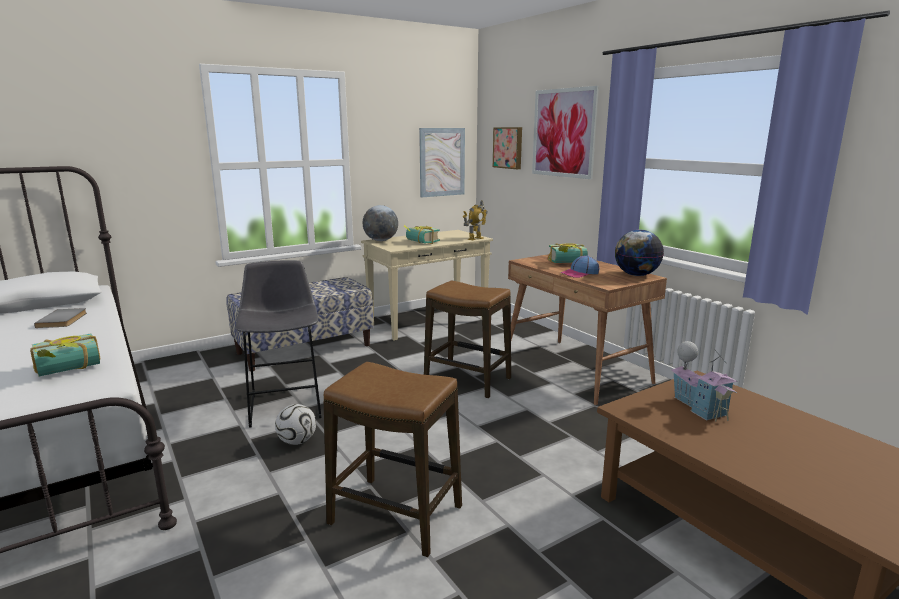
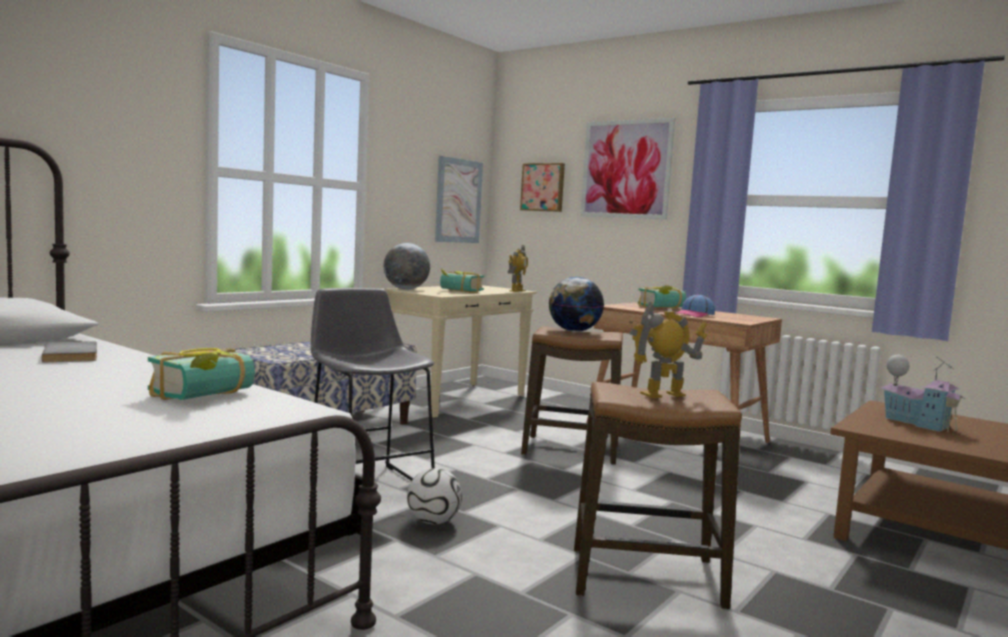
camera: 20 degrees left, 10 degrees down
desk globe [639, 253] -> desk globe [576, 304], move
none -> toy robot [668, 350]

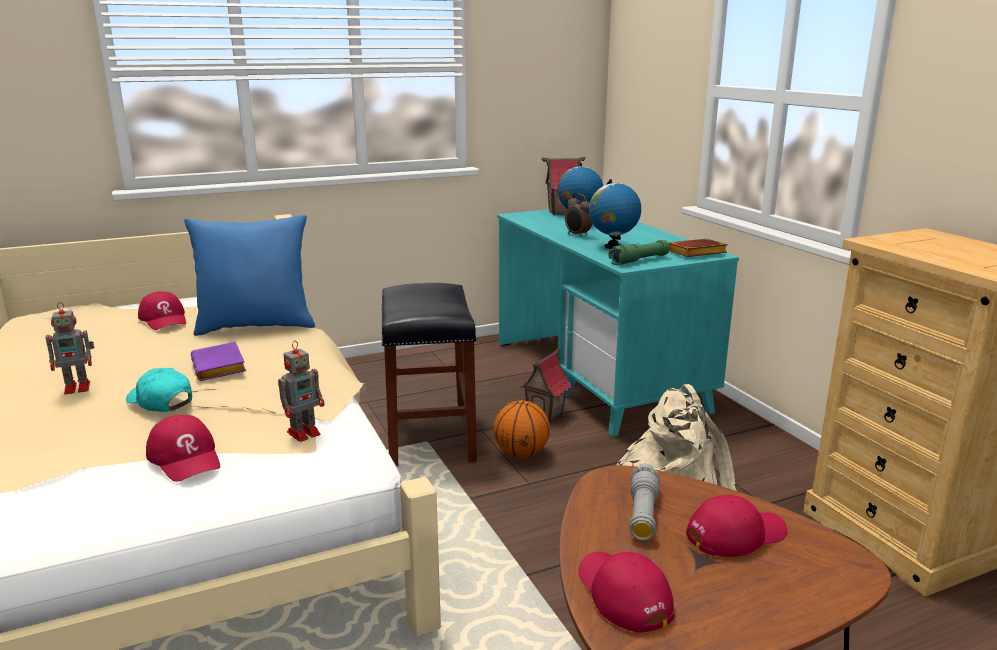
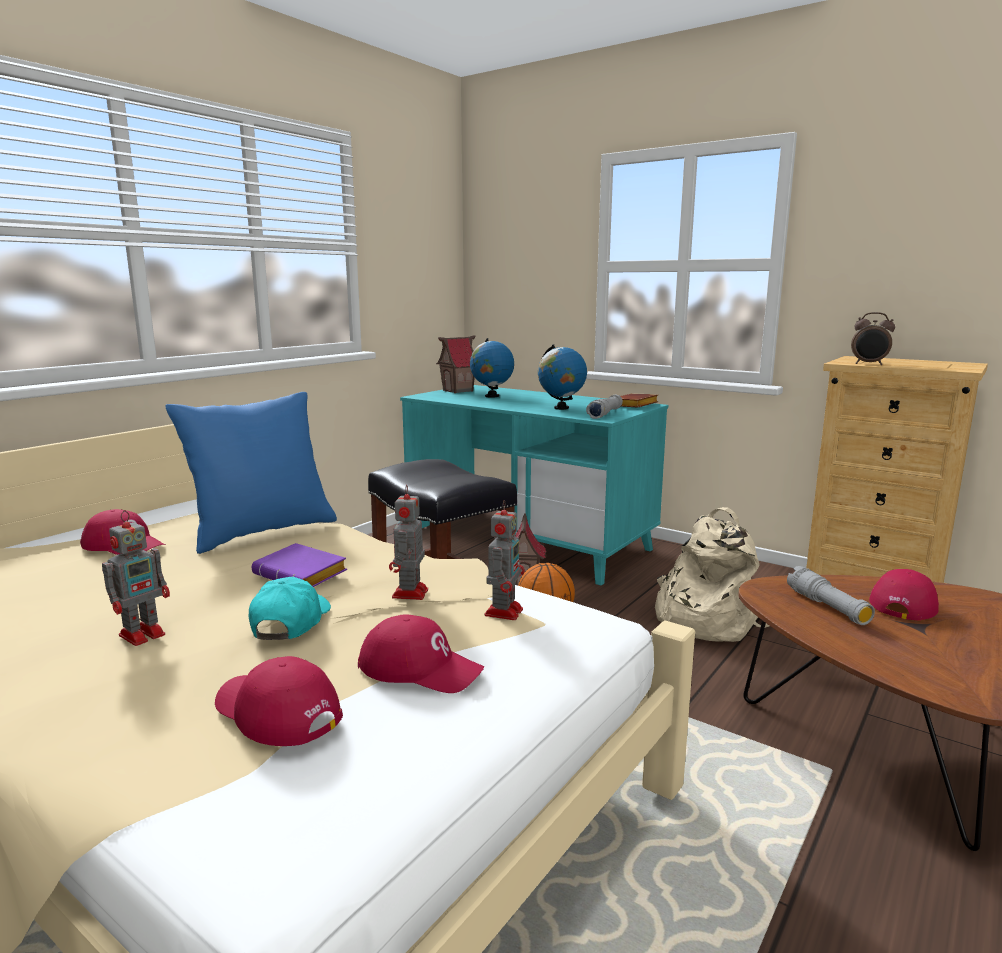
camera: 30 degrees left, 5 degrees down
red peaked cap [626, 592] -> red peaked cap [279, 701], move
blue-green peaked cap [159, 390] -> blue-green peaked cap [290, 608], 90 degrees clockwise
none -> toy robot [408, 542]
greenish torch [639, 252] -> gray torch [604, 407]
alarm clock [578, 215] -> alarm clock [873, 338], move

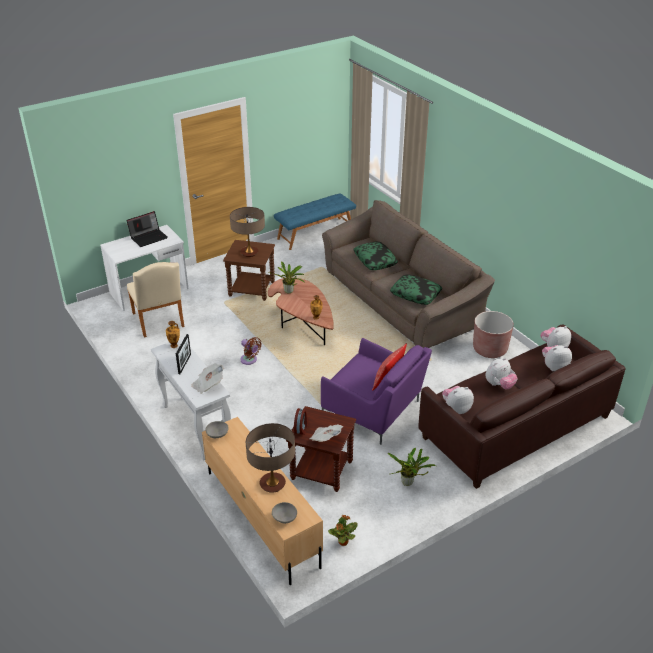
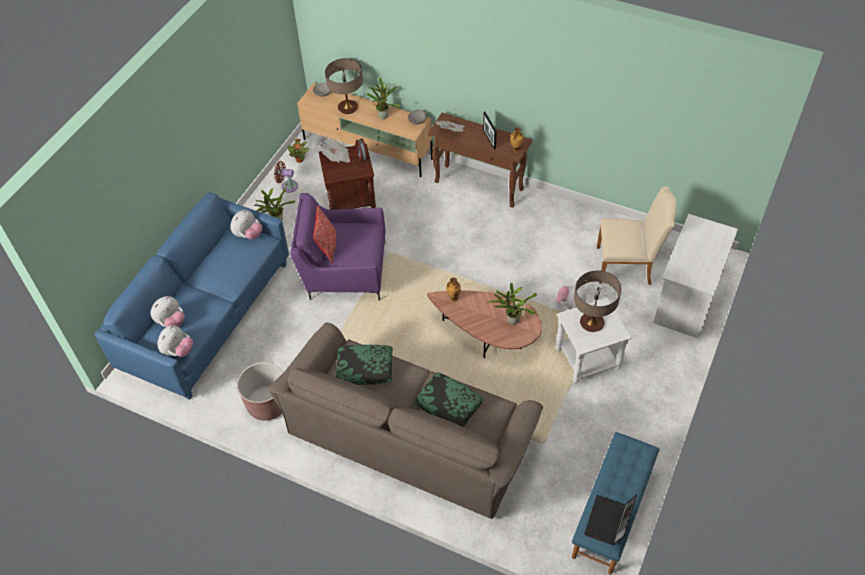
camera: 150 degrees right, 15 degrees up
brown sofa [522, 407] -> bluish sofa [192, 296]
brown fan [251, 351] -> brown fan [286, 177], move
none -> houseplant [383, 98]
white hall table [191, 398] -> brown hall table [480, 160]
brown end table [249, 270] -> white end table [593, 341]
soft toy [501, 373] -> soft toy [571, 297], move
portable computer [147, 229] -> portable computer [610, 520], move
sand-coloured plain chair [156, 300] -> sand-coloured plain chair [636, 235], 150 degrees clockwise

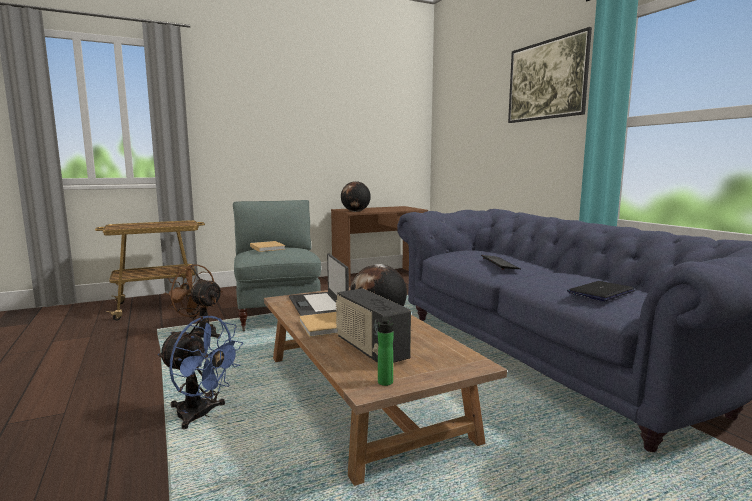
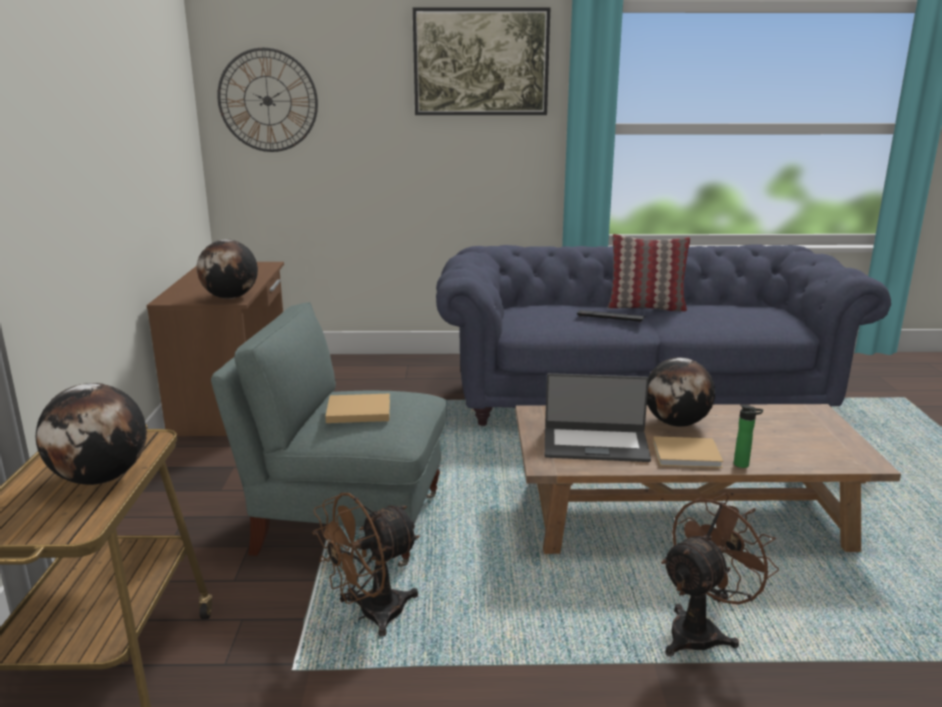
camera: 65 degrees left, 10 degrees up
none -> desk globe [91, 434]
none -> clock on the wall [267, 100]
none -> throw pillow [648, 272]
bluish fan [200, 372] -> brown fan [720, 574]
drink bottle [386, 351] -> drink bottle [748, 436], move
radio [373, 325] -> none
portable computer [601, 291] -> none

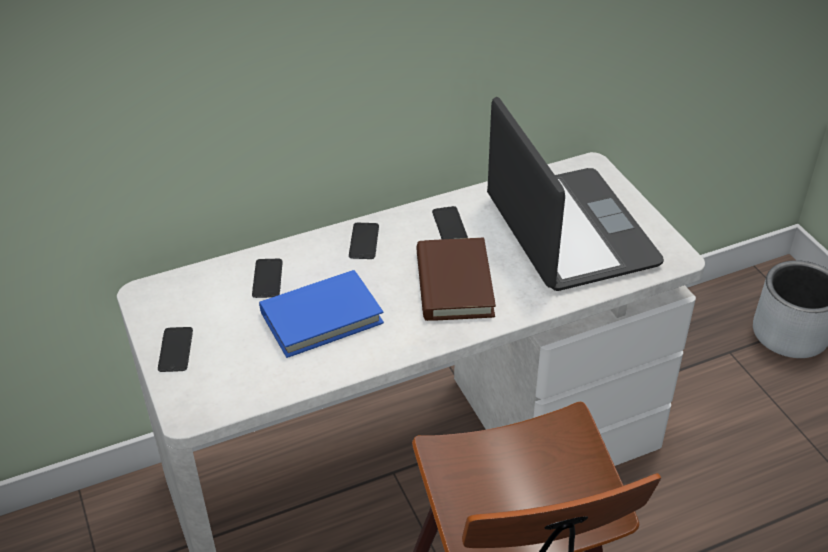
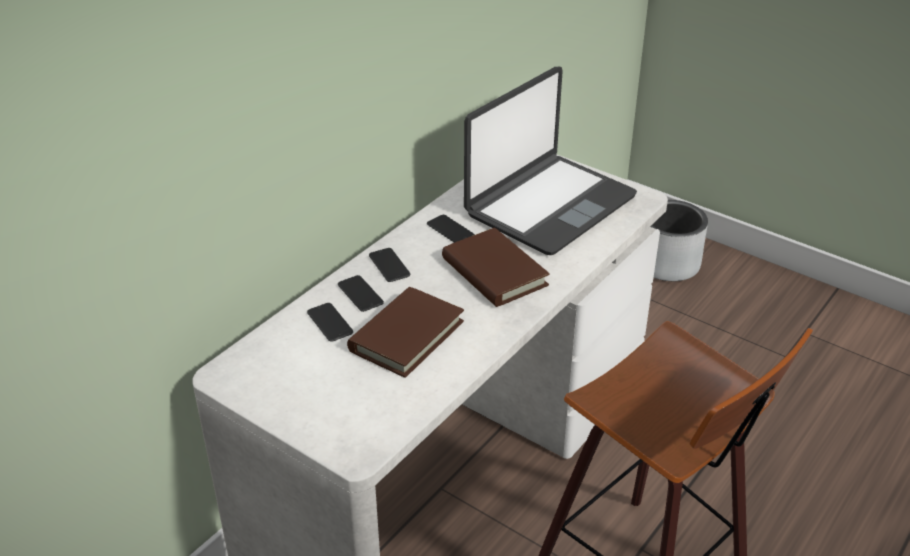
camera: 30 degrees left, 5 degrees down
handset [175, 349] -> handset [361, 293], move
bluish book [321, 314] -> brown book [405, 332]
portable computer [575, 194] -> portable computer [550, 161], 90 degrees clockwise

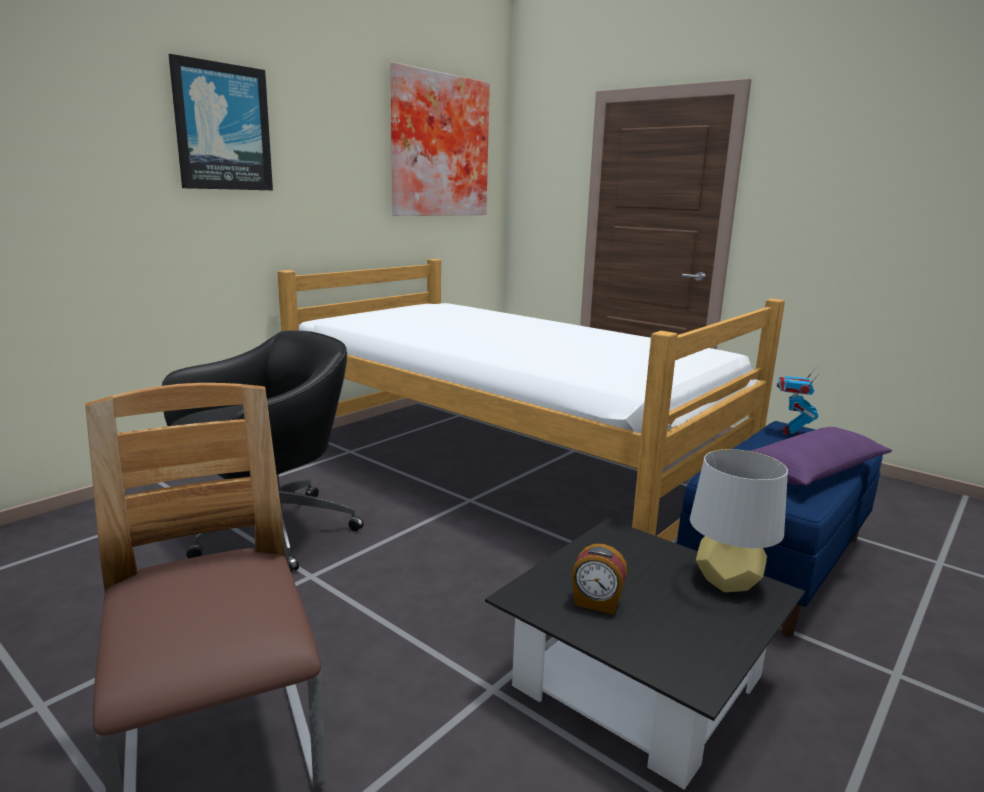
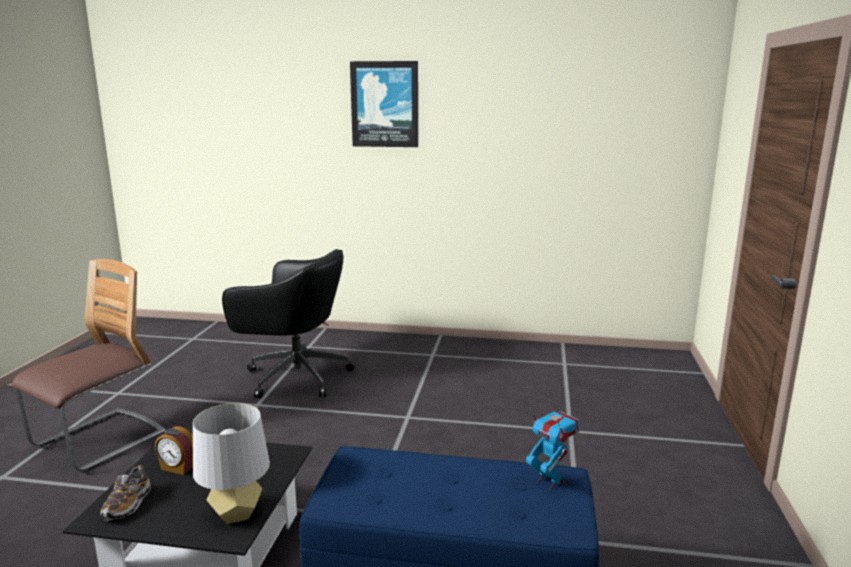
camera: 60 degrees right, 0 degrees up
none -> shoe [125, 493]
alarm clock [599, 579] -> alarm clock [174, 450], 60 degrees counterclockwise
toy robot [798, 401] -> toy robot [553, 448], 60 degrees clockwise
bedroom bed [531, 400] -> none
wall art [440, 139] -> none
purple-coloured throw pillow [821, 456] -> none

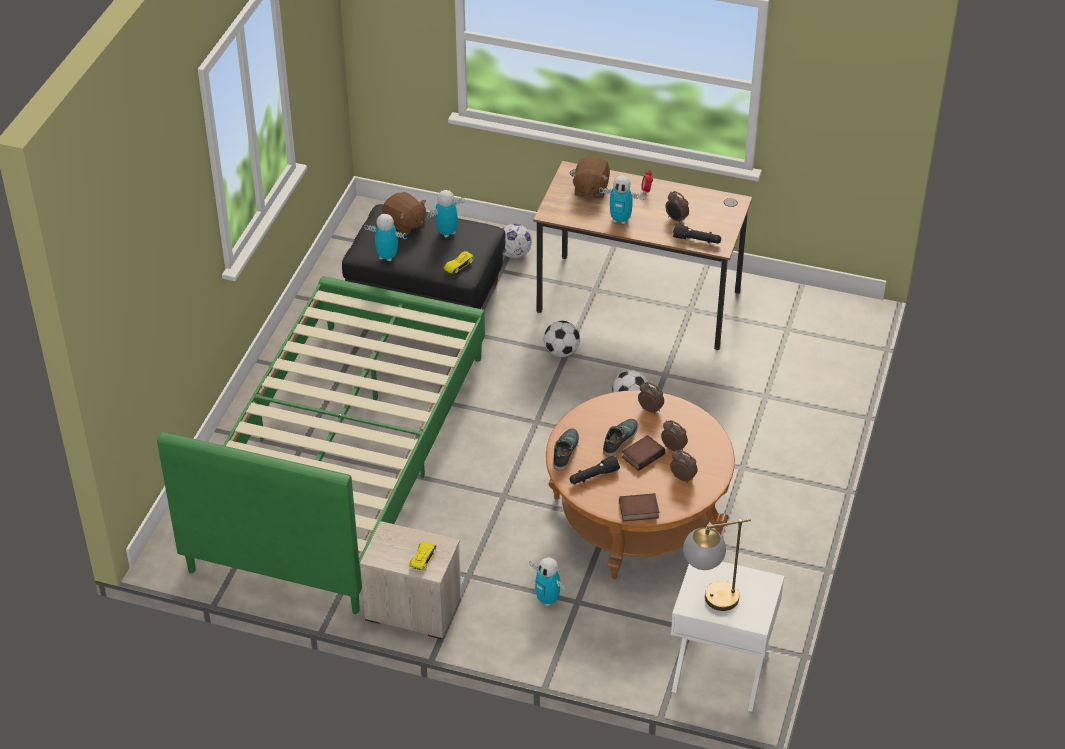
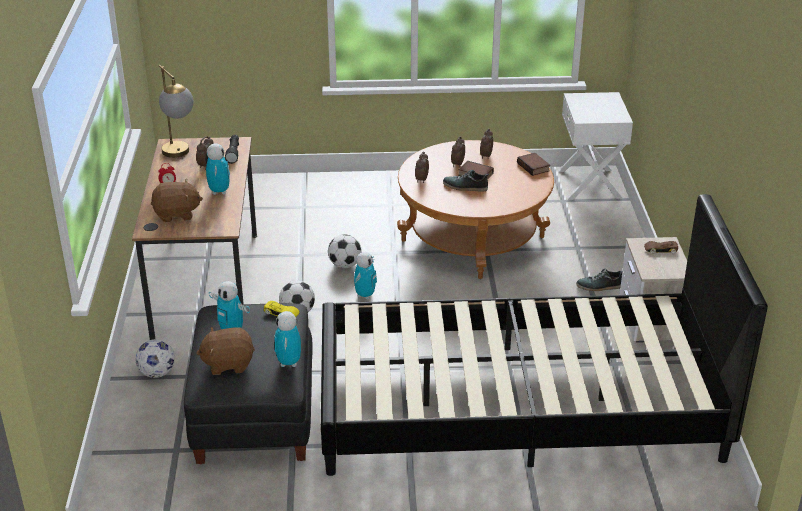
camera: 110 degrees left, 10 degrees down
tabletop lamp [717, 565] -> tabletop lamp [175, 111], move
brown soft toy [404, 214] -> brown soft toy [225, 351], 120 degrees counterclockwise
greenish bedroom bed [321, 445] -> black bedroom bed [544, 335]
toy robot [548, 582] -> toy robot [365, 275], move
shoe [566, 450] -> shoe [599, 280], move
yellowish model car [422, 556] -> brown model car [661, 247]
black torch [594, 470] -> none

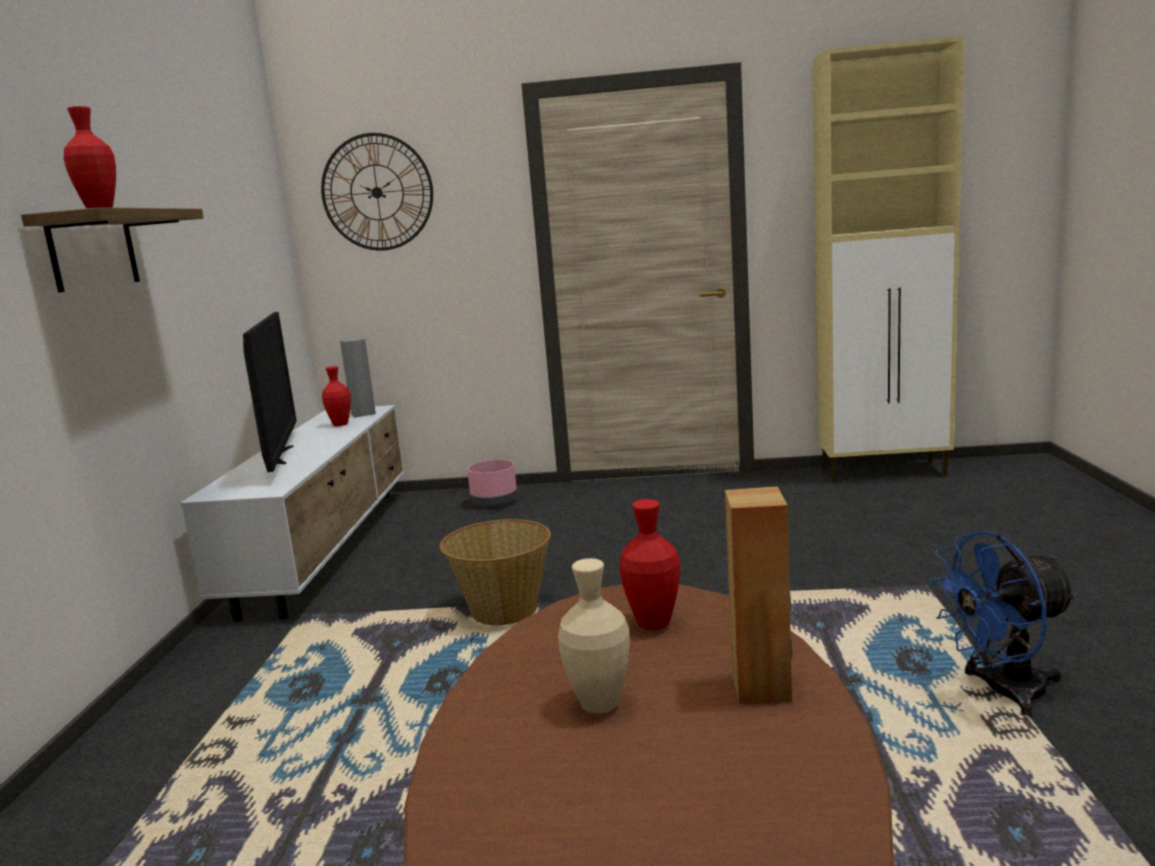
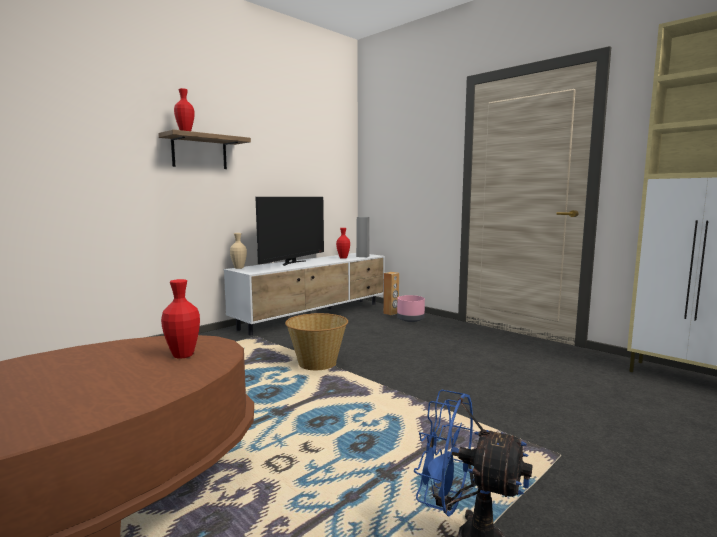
camera: 40 degrees right, 5 degrees down
sand-coloured flower vase [594, 636] -> sand-coloured flower vase [238, 251], move
brown audio speaker [758, 595] -> brown audio speaker [391, 293], move
clock on the wall [377, 192] -> none

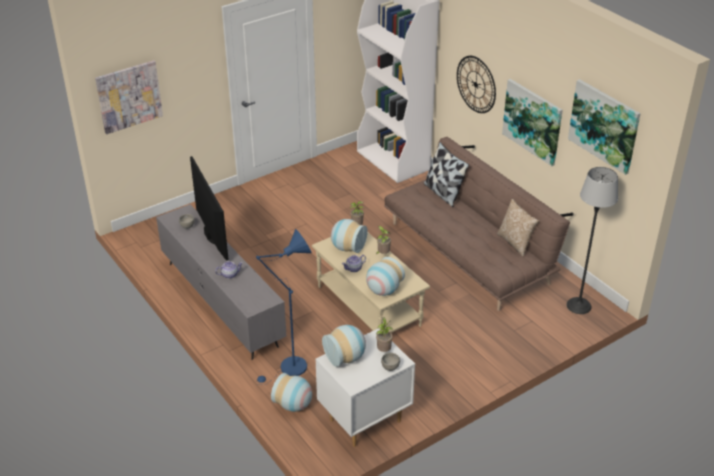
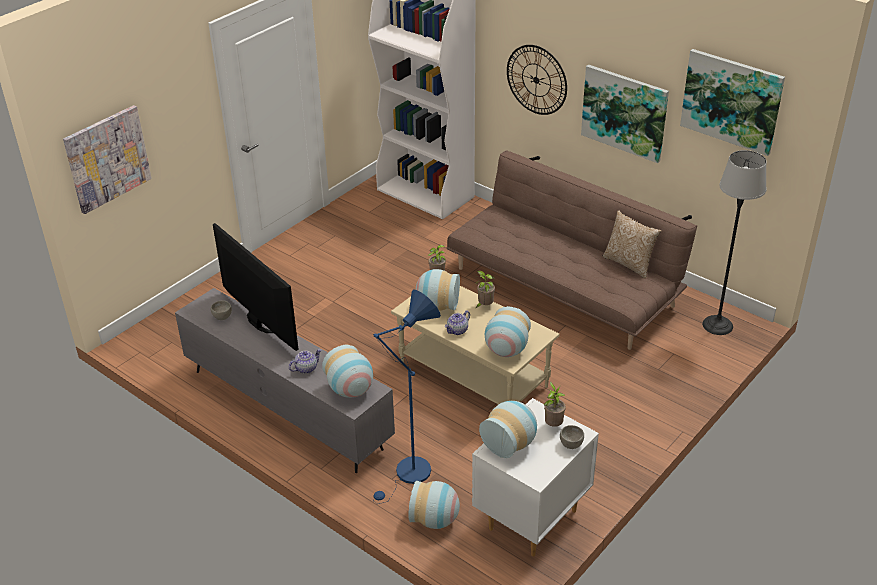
camera: 15 degrees left, 0 degrees up
none -> flower vase [347, 371]
throw pillow [446, 174] -> none

